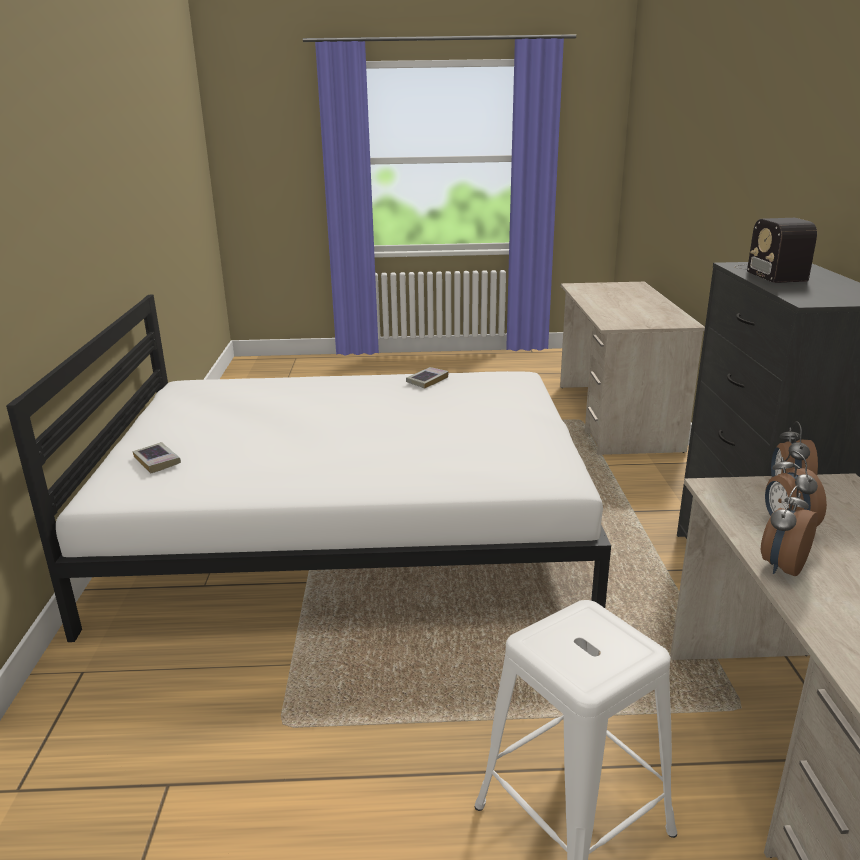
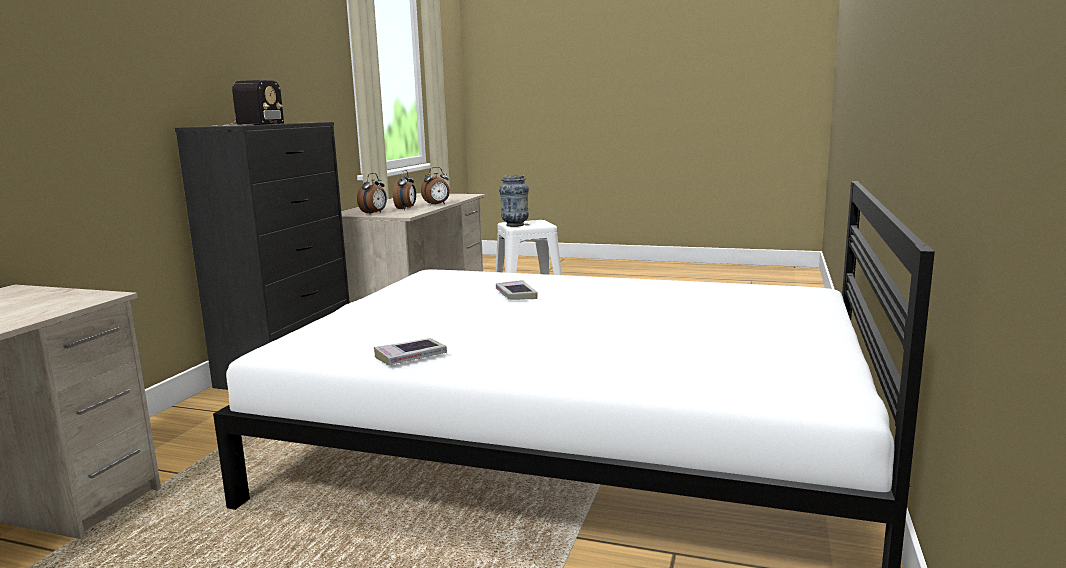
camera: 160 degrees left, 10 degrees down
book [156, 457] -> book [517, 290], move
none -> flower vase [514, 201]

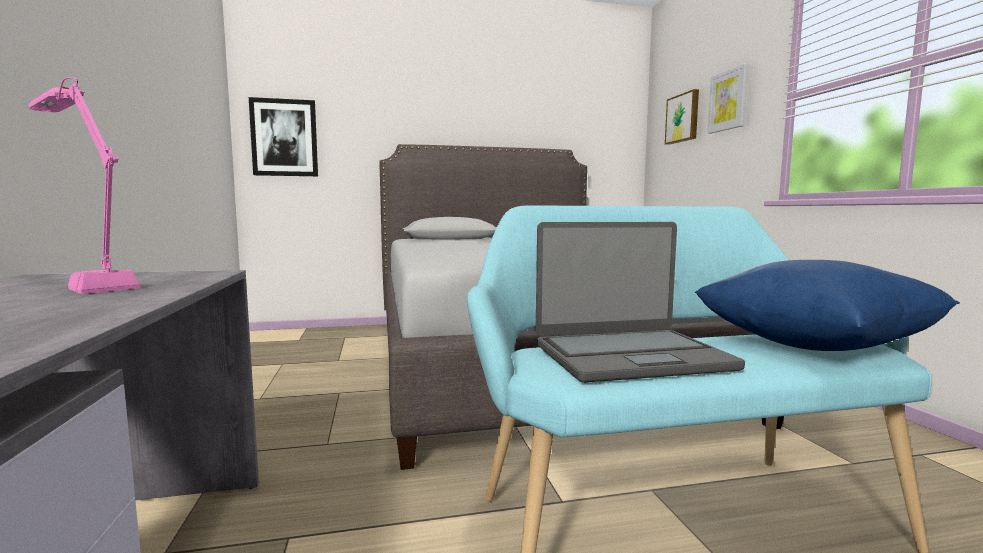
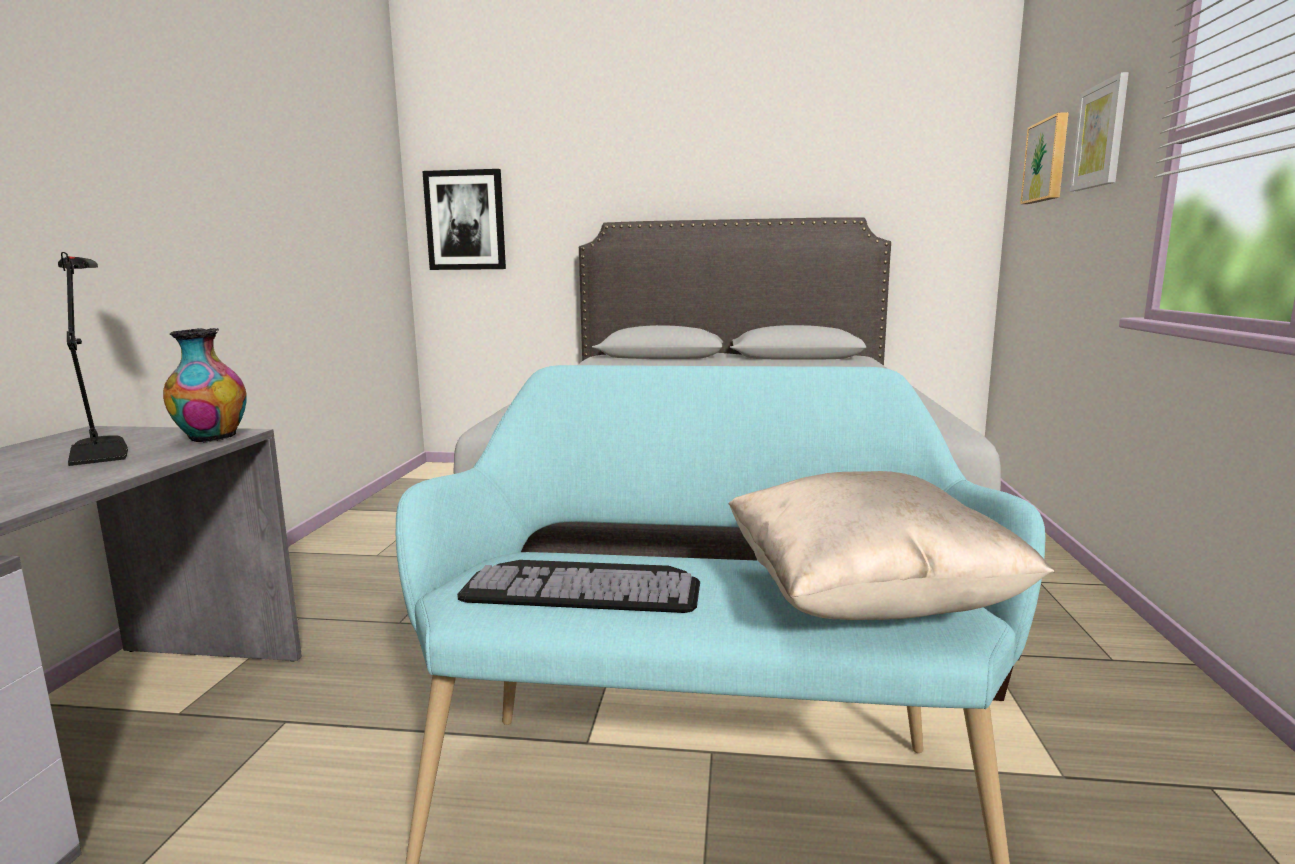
camera: 20 degrees right, 5 degrees up
pink tabletop lamp [84, 185] -> black tabletop lamp [93, 359]
none -> flower vase [205, 385]
portable computer [640, 302] -> computer keyboard [578, 586]
bluish throw pillow [827, 305] -> sand-coloured throw pillow [891, 545]

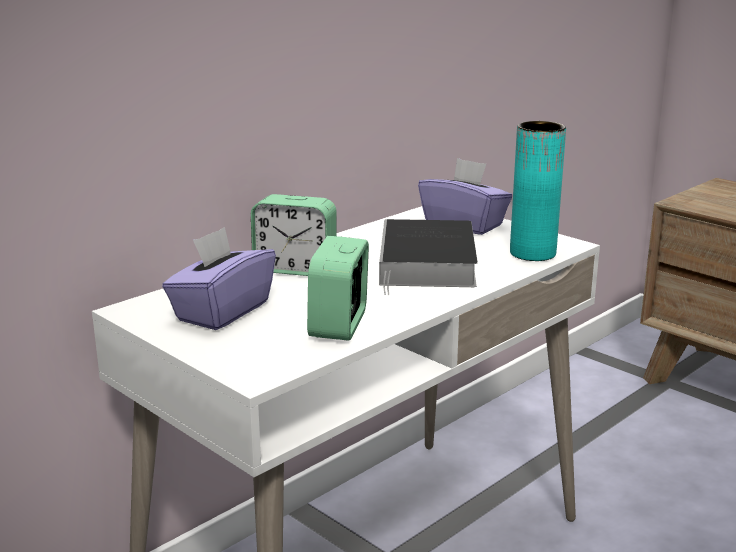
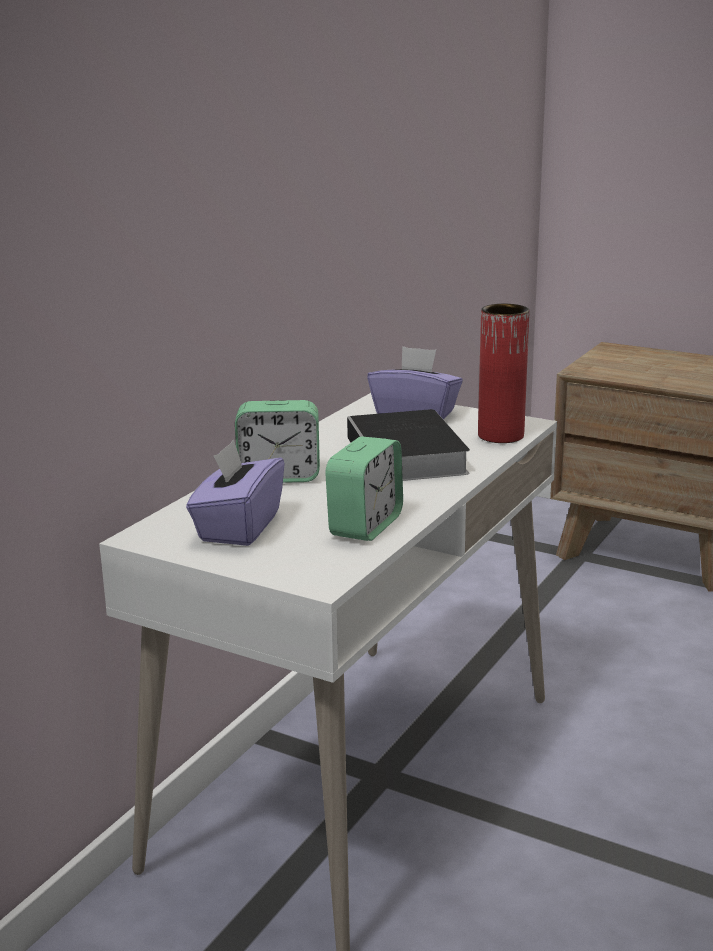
camera: 15 degrees left, 0 degrees up
alarm clock [338, 288] -> alarm clock [364, 488], 150 degrees counterclockwise
blue-green flower vase [538, 191] -> red flower vase [503, 373]

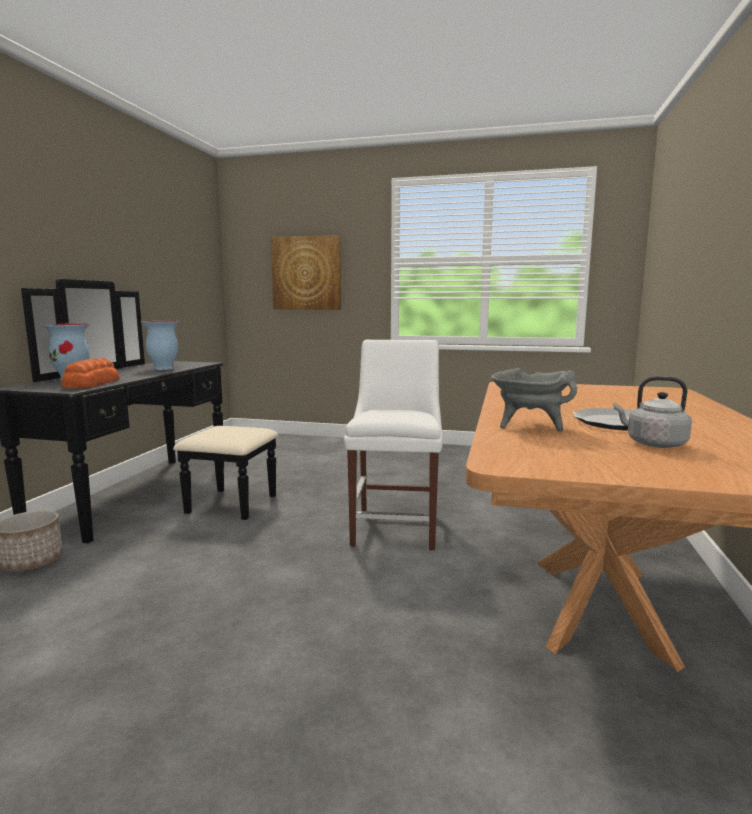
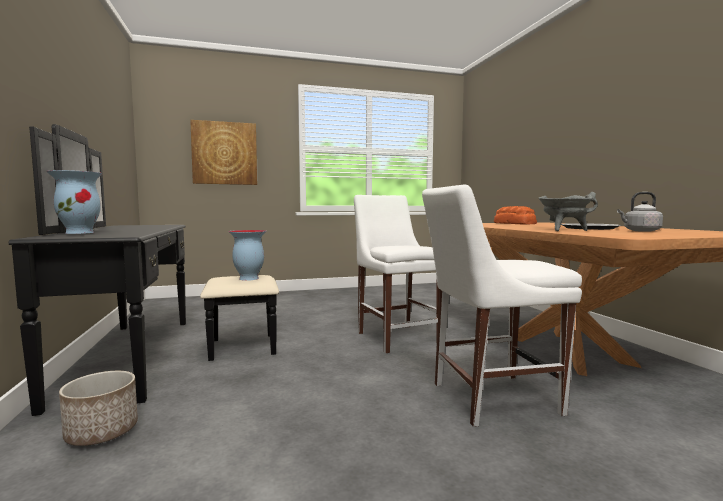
camera: 30 degrees left, 5 degrees down
flower vase [160, 345] -> flower vase [247, 255], move
none -> white plain chair [502, 305]
bread [91, 373] -> bread [515, 215], move

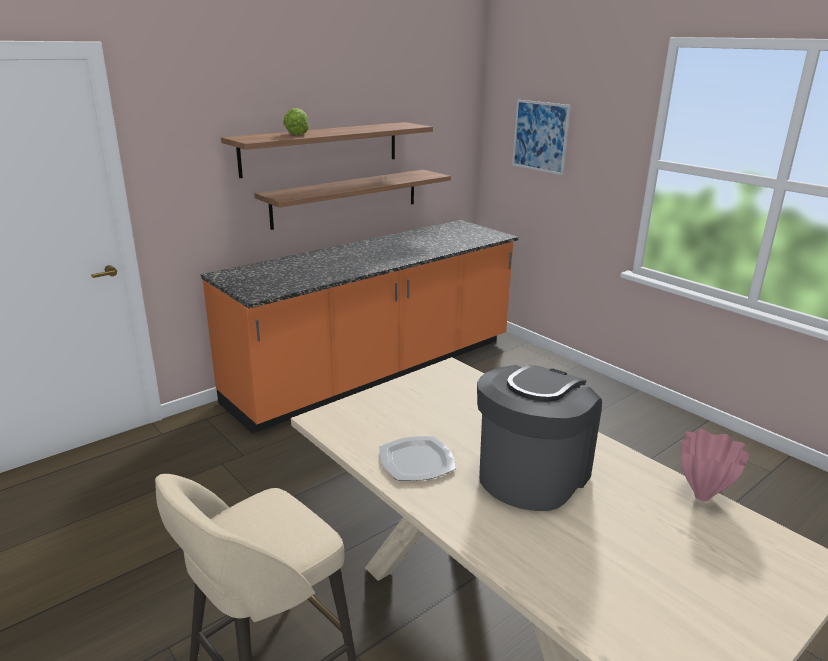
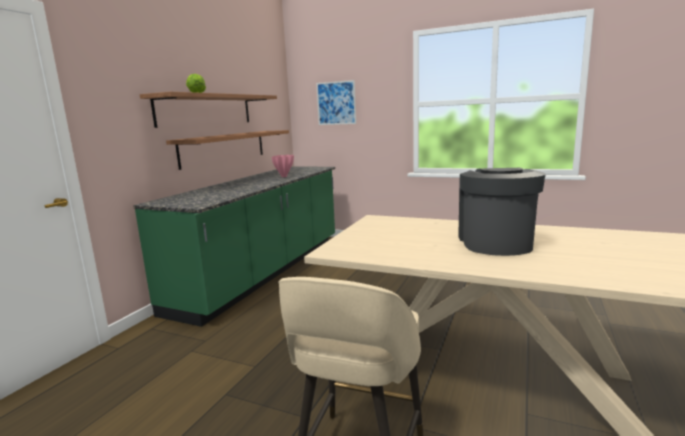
camera: 25 degrees left, 10 degrees down
orange-coloured kitchen counter [360, 327] -> greenish kitchen counter [234, 246]
pink flower vase [715, 465] -> pink flower vase [282, 166], move
plate [417, 458] -> none

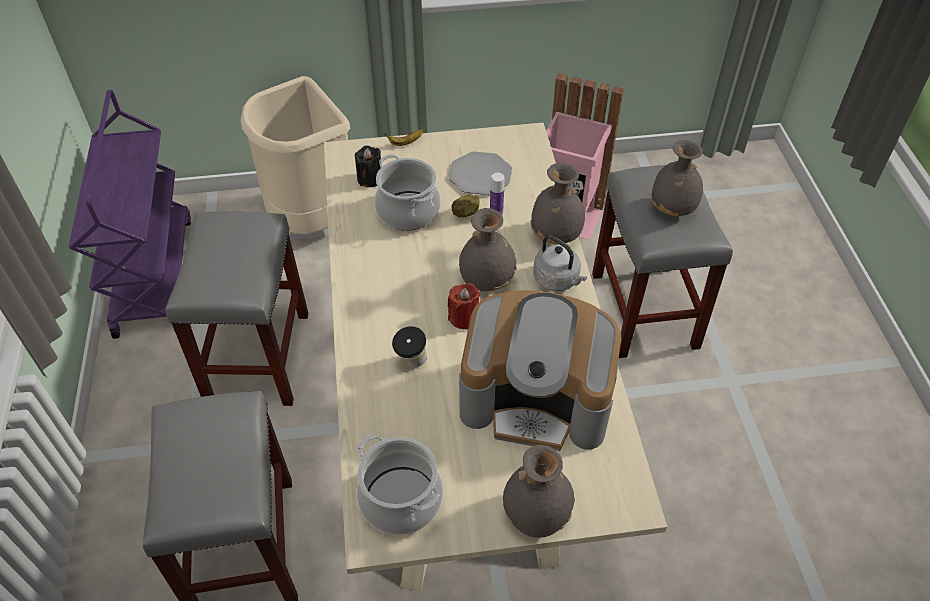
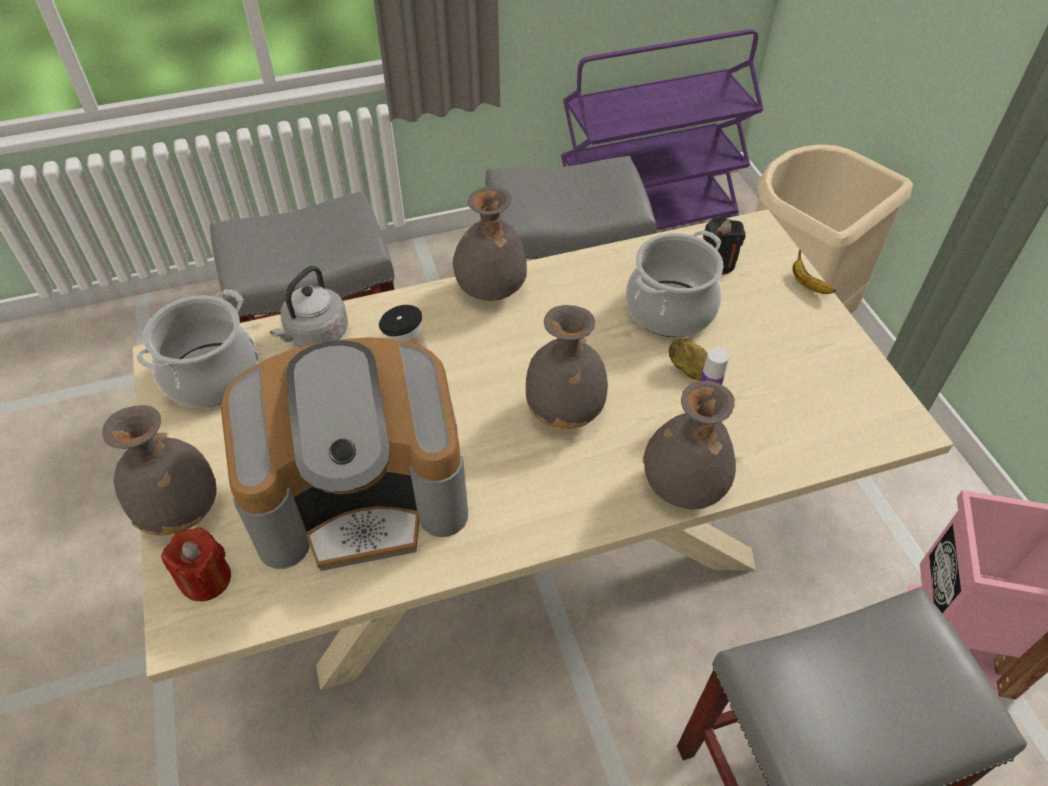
camera: 80 degrees right, 0 degrees up
red wax candle [464, 306] -> red wax candle [196, 564], move
coffee brewer [540, 370] -> coffee brewer [344, 454], 105 degrees counterclockwise
gray water kettle [560, 263] -> gray water kettle [309, 306], move
gray flower vase [677, 178] -> gray flower vase [490, 243], move
plate [480, 173] -> none

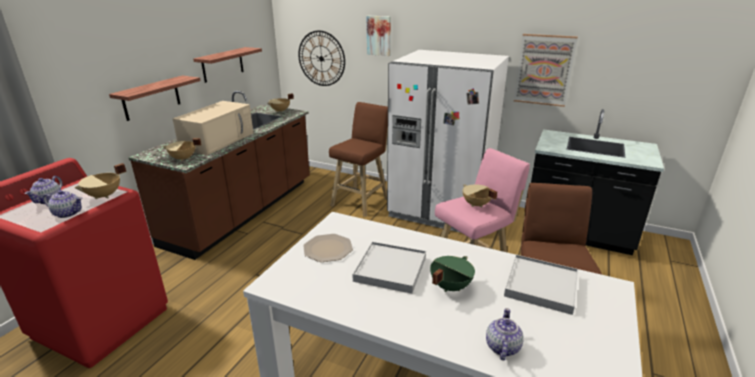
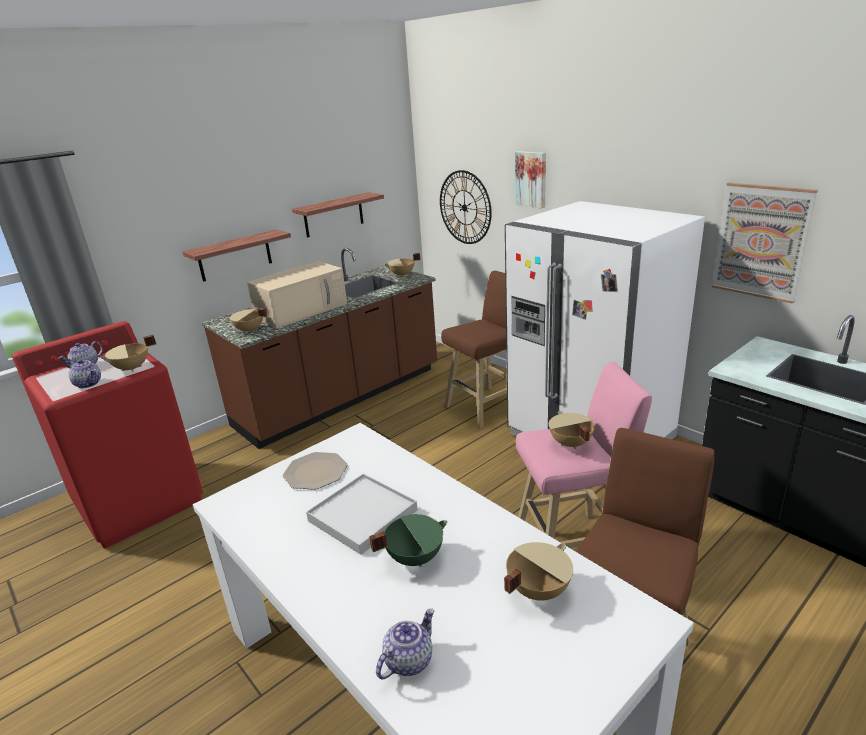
camera: 25 degrees right, 0 degrees up
white tray [541, 285] -> sand-coloured cooking pot [538, 571]

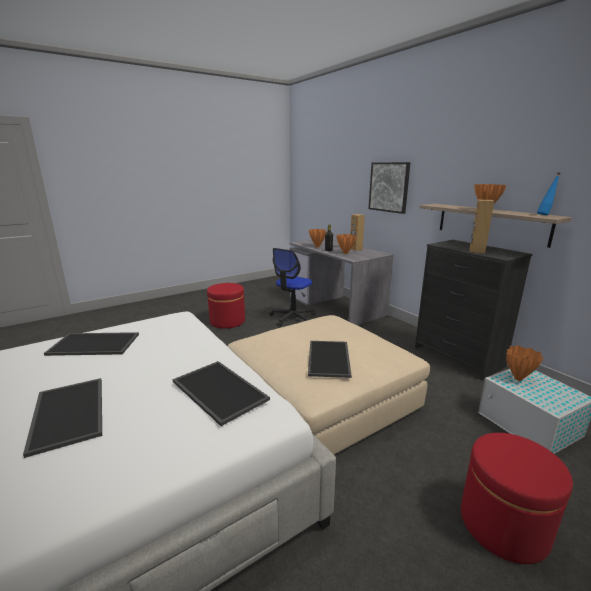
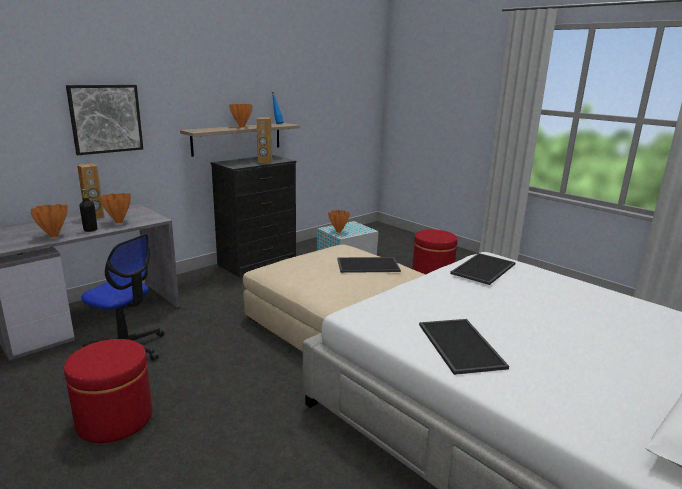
camera: 100 degrees left, 0 degrees up
tray [62, 418] -> none

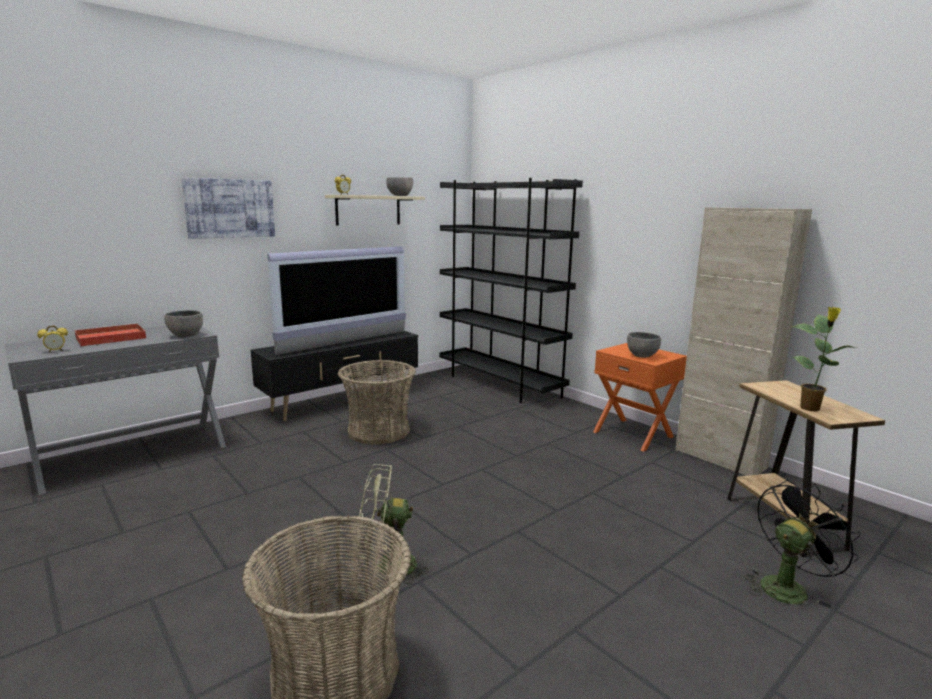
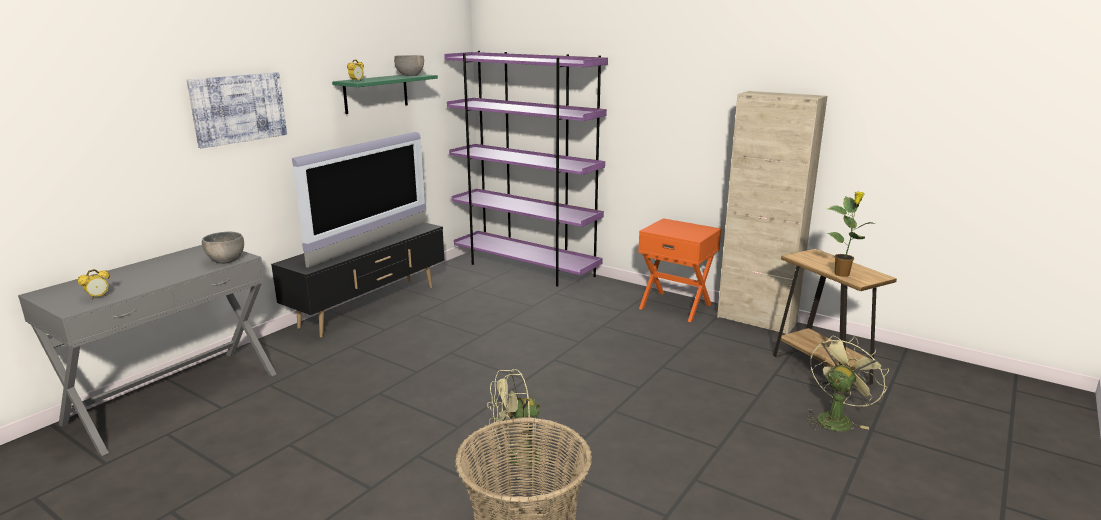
camera: 15 degrees left, 5 degrees up
sand-coloured bracket shelf [375, 210] -> greenish bracket shelf [385, 94]
black bookshelf [511, 290] -> purple-coloured bookshelf [526, 168]
black fan [803, 544] -> greenish fan [847, 383]
red tray [110, 334] -> none
basket [377, 402] -> none
gray serving bowl [644, 345] -> none

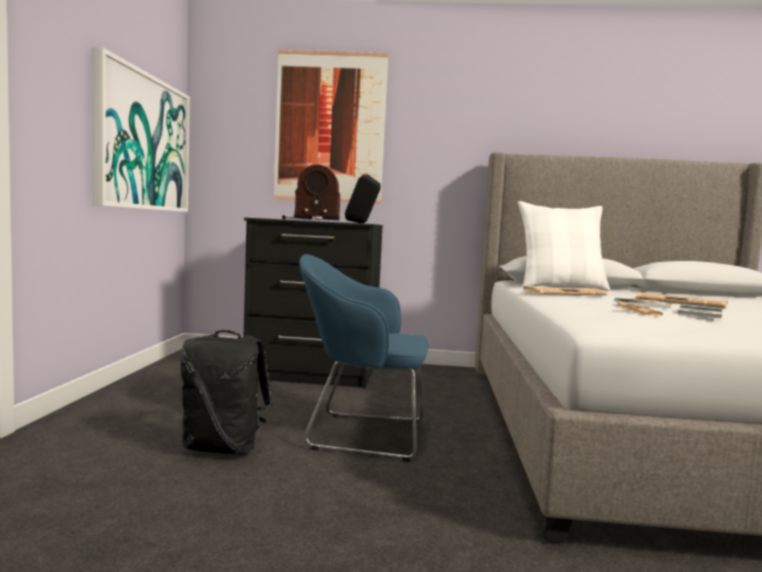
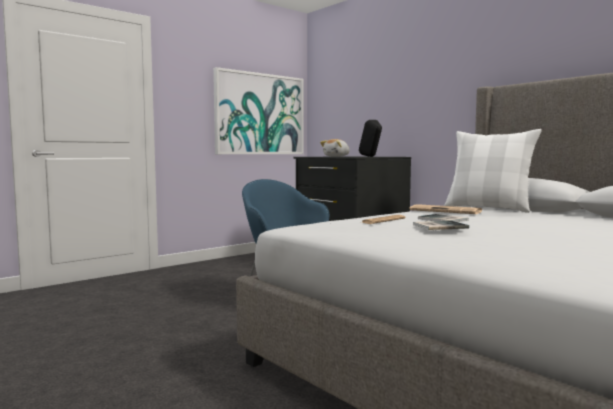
camera: 45 degrees right, 0 degrees up
radio [311, 192] -> soft toy [335, 148]
black backpack [226, 392] -> none
wall art [331, 127] -> none
daily paper [682, 300] -> none

